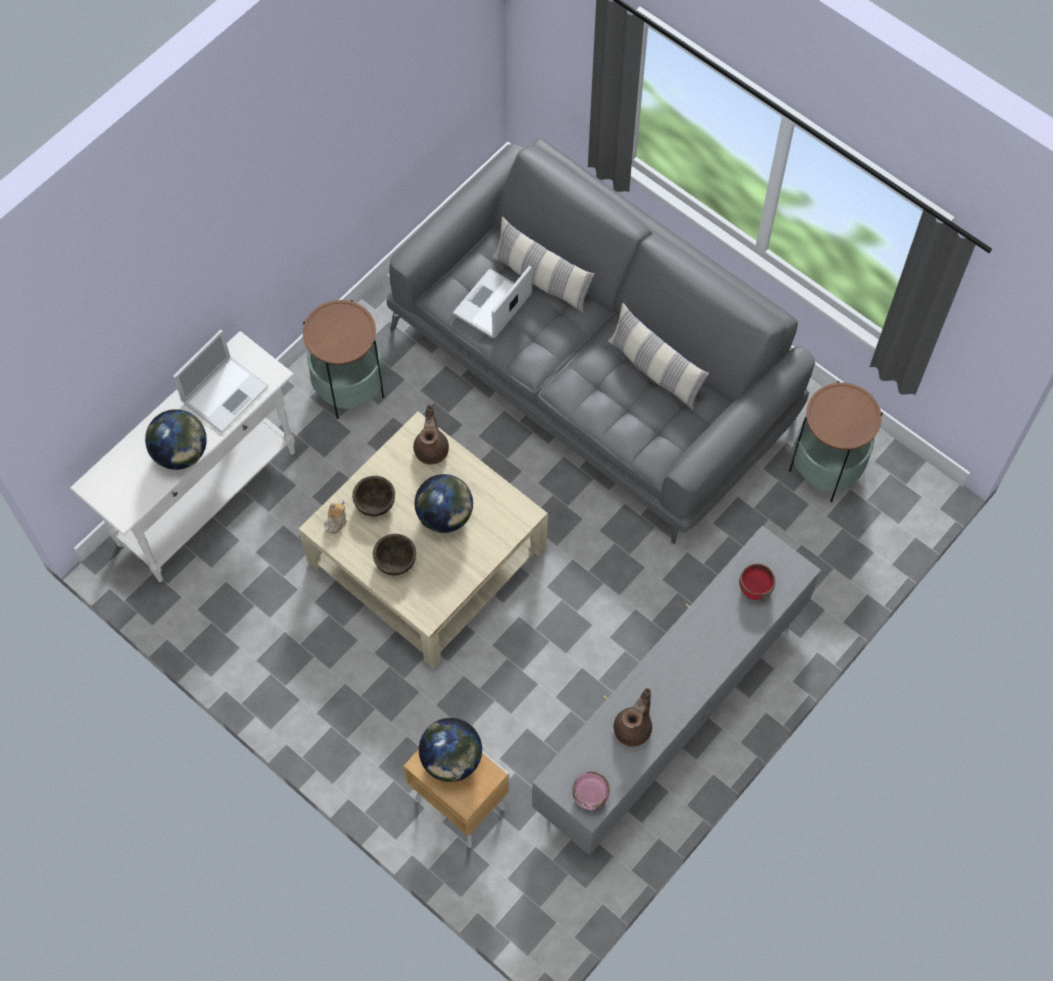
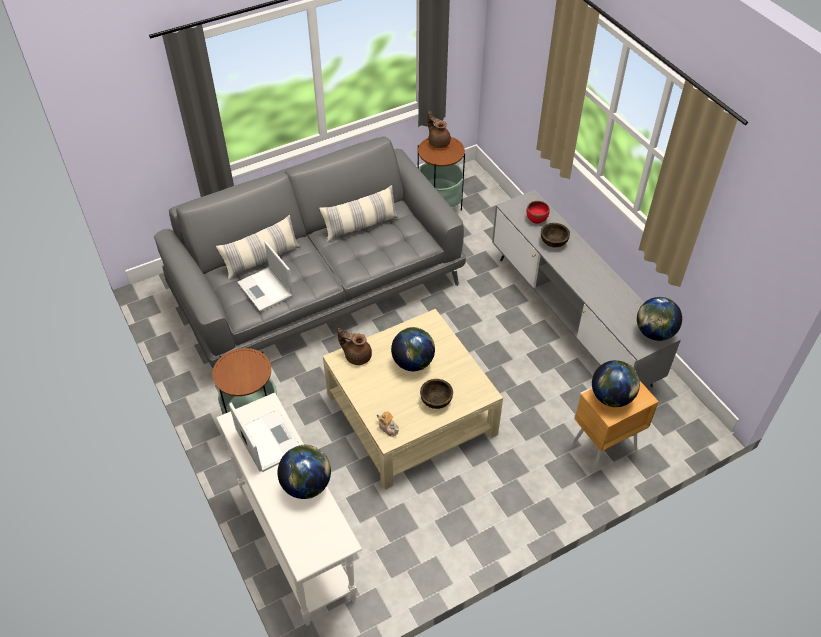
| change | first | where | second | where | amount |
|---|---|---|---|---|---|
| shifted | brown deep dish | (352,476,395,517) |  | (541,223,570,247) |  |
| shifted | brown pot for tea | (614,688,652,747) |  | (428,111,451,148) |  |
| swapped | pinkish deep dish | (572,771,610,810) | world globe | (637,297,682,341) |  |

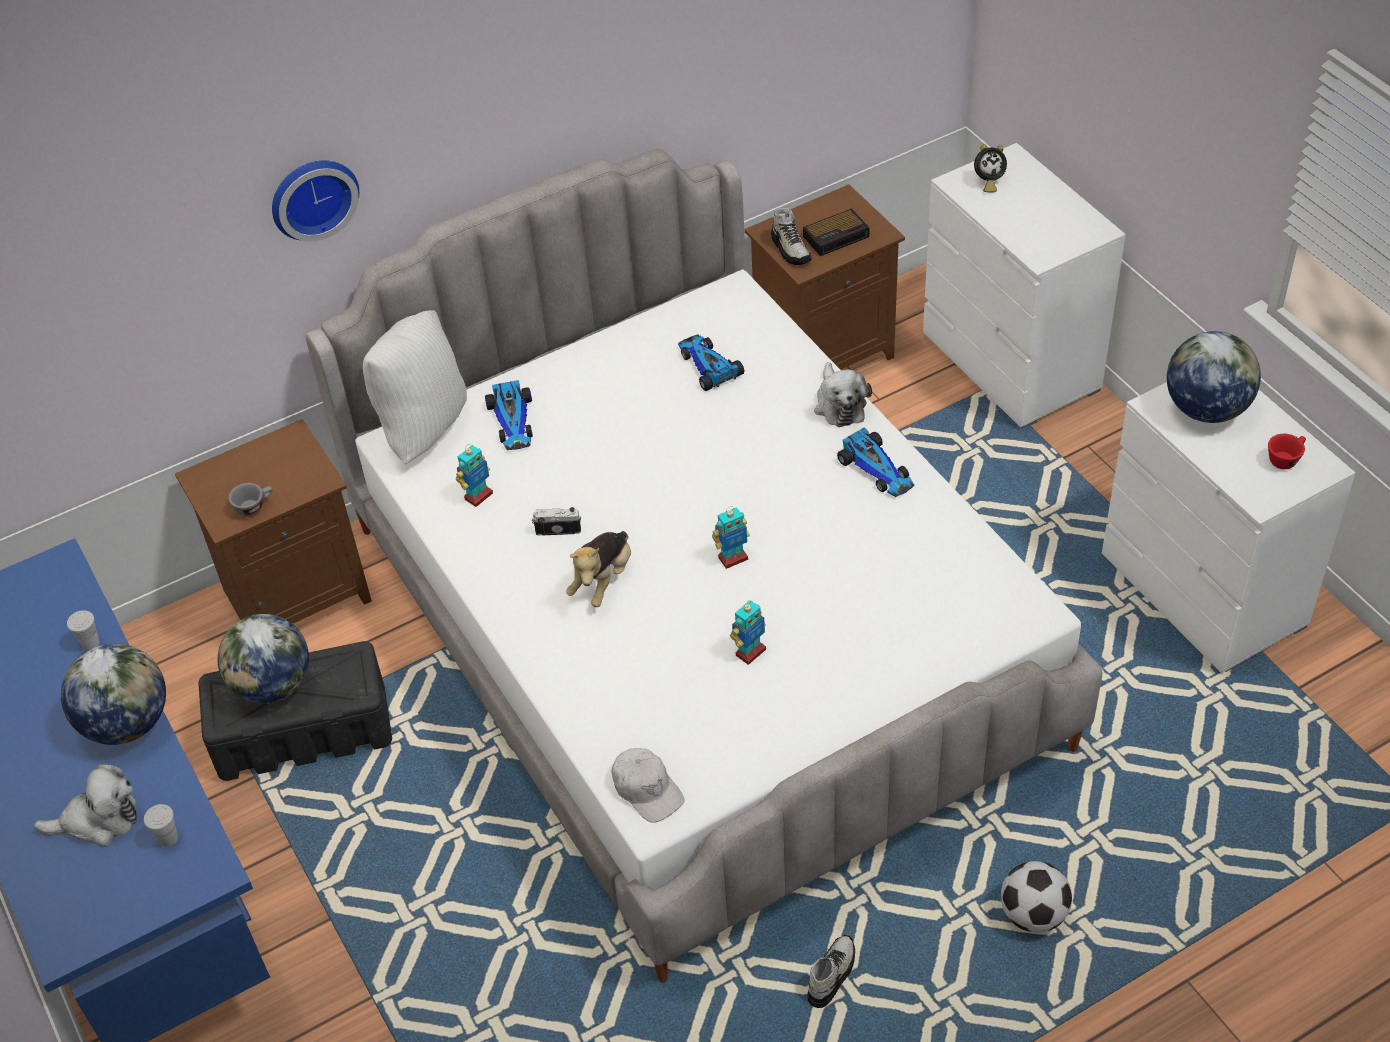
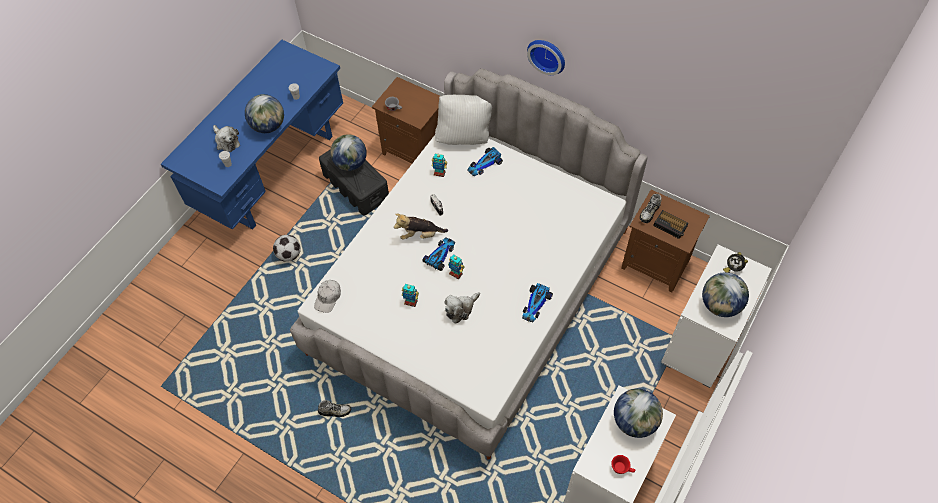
| change | first | where | second | where | amount |
|---|---|---|---|---|---|
| new |  |  | world globe | (702,272,749,317) |  |
| shifted | wall clock | (272,160,359,241) |  | (527,40,565,75) |  |
| shifted | toy car | (678,334,745,391) |  | (422,238,455,271) |  |
| shifted | cuddly toy | (814,362,872,427) |  | (444,292,480,324) |  |
| shifted | football | (1001,861,1072,933) |  | (273,235,301,262) |  |

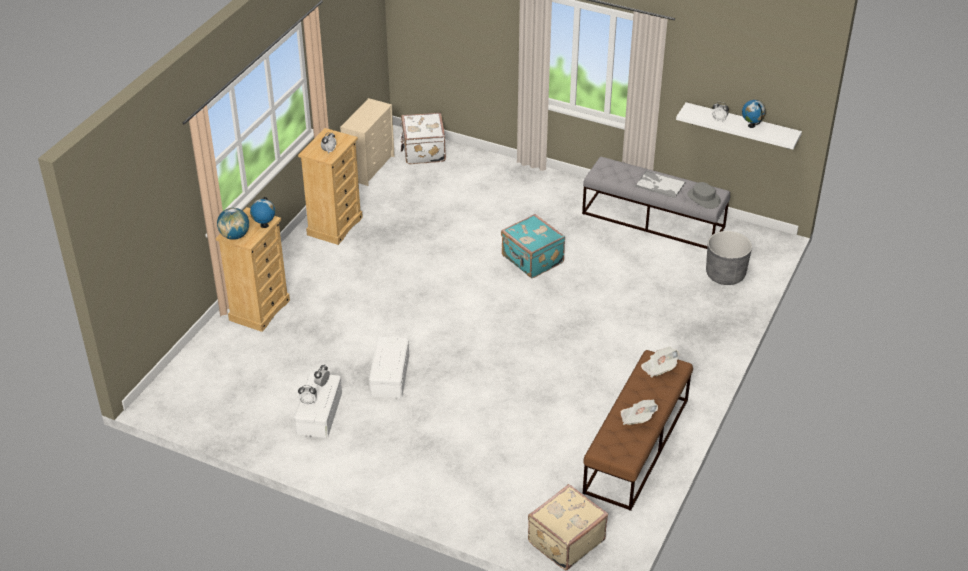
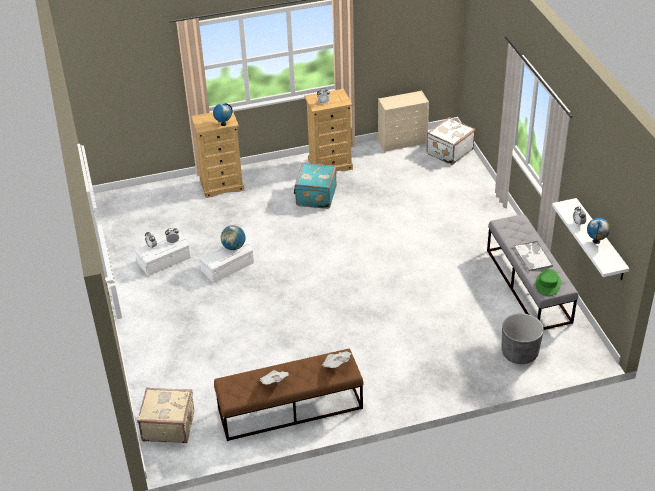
| change | first | where | second | where | amount |
|---|---|---|---|---|---|
| shifted | world globe | (217,208,249,240) |  | (221,225,245,250) |  |
| shifted | blue-green piece of luggage | (501,214,565,278) |  | (294,163,337,209) |  |
| repainted | grey hat | (687,182,721,209) | green-coloured hat | (536,269,561,296) |  |

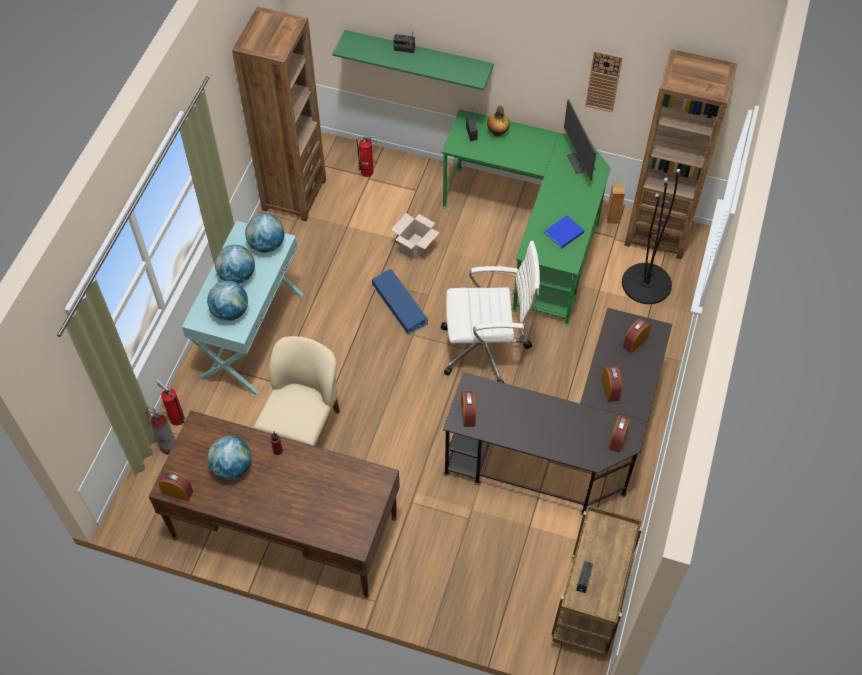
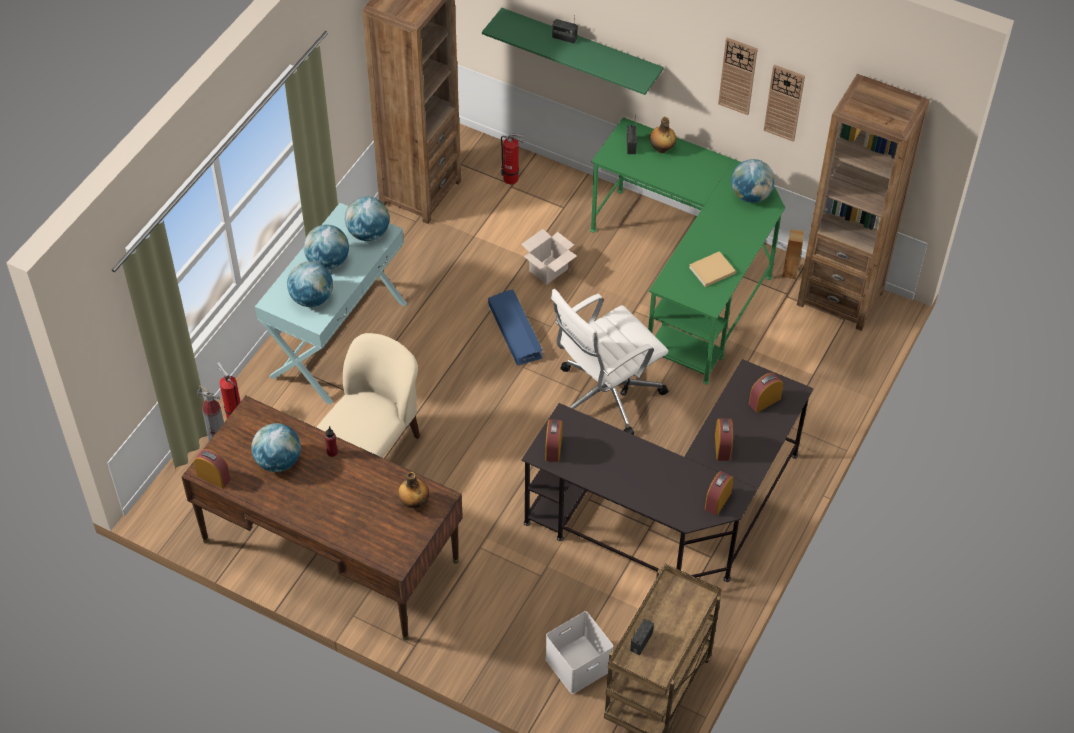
| change | first | where | second | where | amount |
|---|---|---|---|---|---|
| gone | black-coloured standing lamp | (622,169,681,304) |  |  |  |
| new |  |  | bottle | (398,472,429,509) |  |
| new |  |  | whitish storage container | (545,611,613,694) |  |
| new |  |  | wall clock | (718,38,758,115) |  |
| swapped | computer screen | (564,100,596,181) | world globe | (731,159,775,203) |  |
| repainted | blue-coloured bound book | (545,215,584,248) | beige-coloured bound book | (689,251,736,287) |  |
| rotated | whitish computer chair | (441,241,540,383) |  | (551,289,668,435) | 135 degrees clockwise |

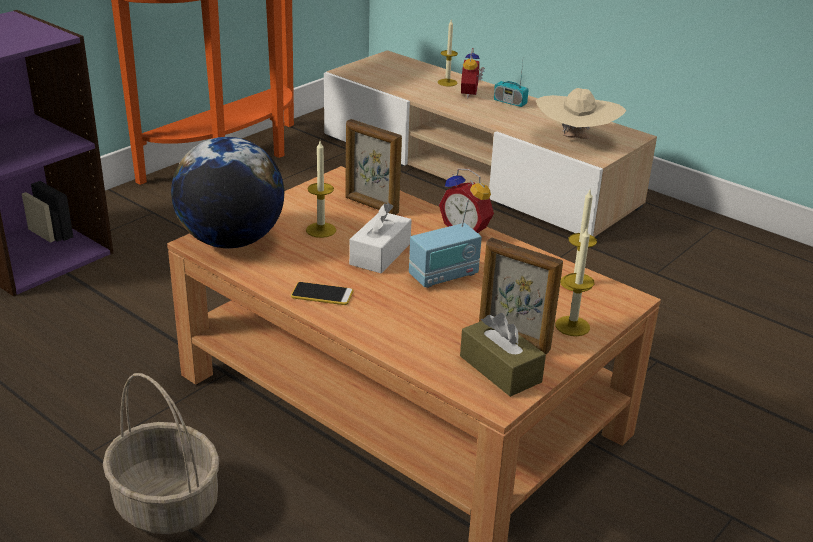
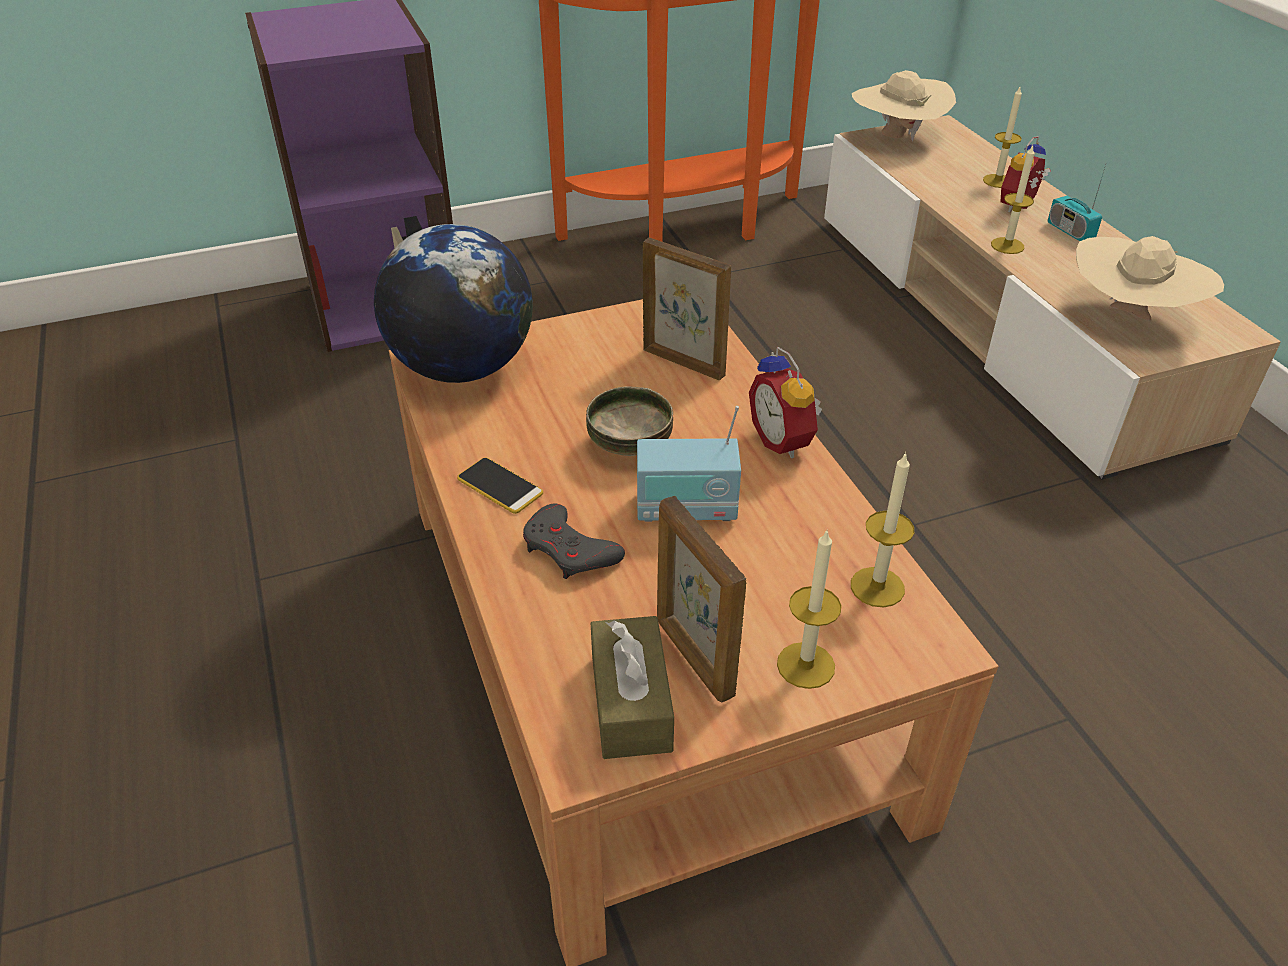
| change | first | where | second | where | amount |
|---|---|---|---|---|---|
| gone | storage basket | (103,373,219,534) |  |  |  |
| new |  |  | grey gamepad | (523,503,625,579) |  |
| new |  |  | beige-coloured hat | (852,70,956,142) |  |
| shifted | candle | (306,141,336,238) |  | (991,145,1035,254) |  |
| swapped | whitish box of tissues | (349,203,411,273) | deep dish | (586,387,673,456) |  |
| rotated | picture frame | (345,119,402,215) |  | (643,237,731,381) | 150 degrees clockwise |

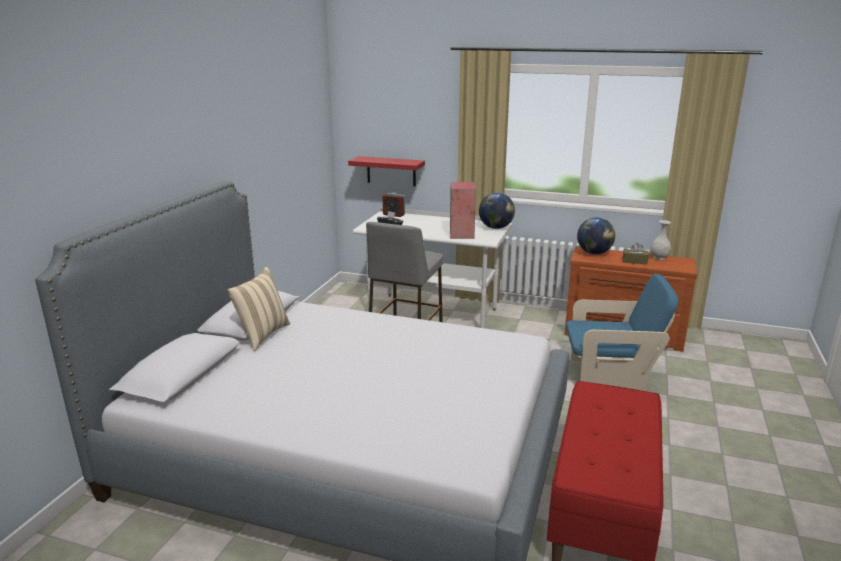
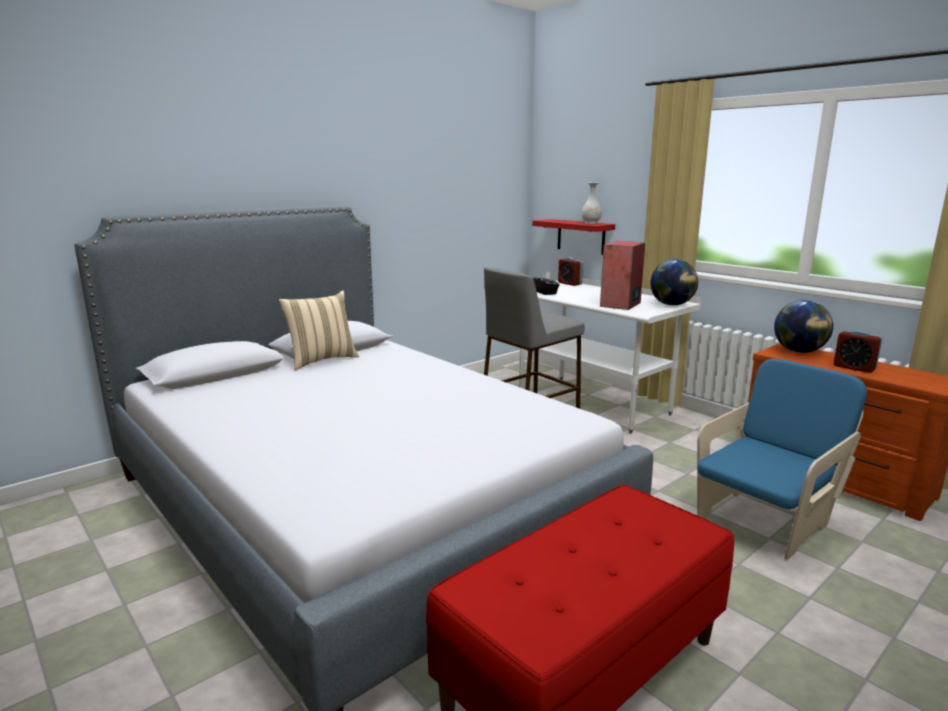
| change | first | where | second | where | amount |
|---|---|---|---|---|---|
| shifted | whitish flower vase | (651,220,671,260) |  | (581,182,602,224) |  |
| swapped | brown box of tissues | (623,243,649,264) | alarm clock | (834,330,882,373) |  |
| rotated | blue-coloured armchair | (566,274,679,391) |  | (697,359,867,560) | 75 degrees counterclockwise |

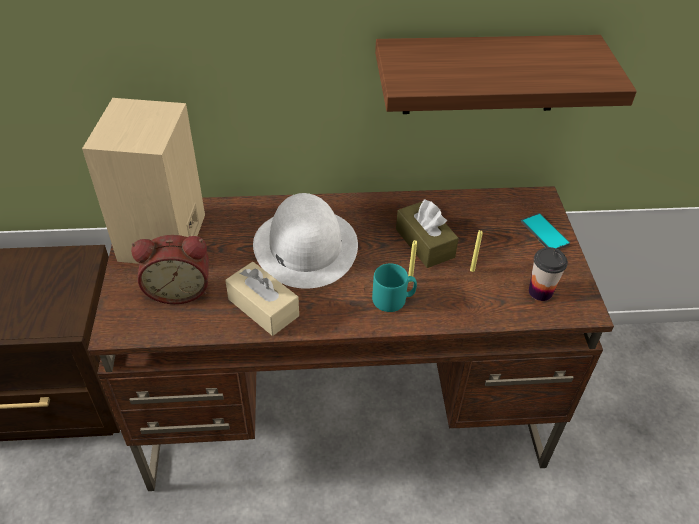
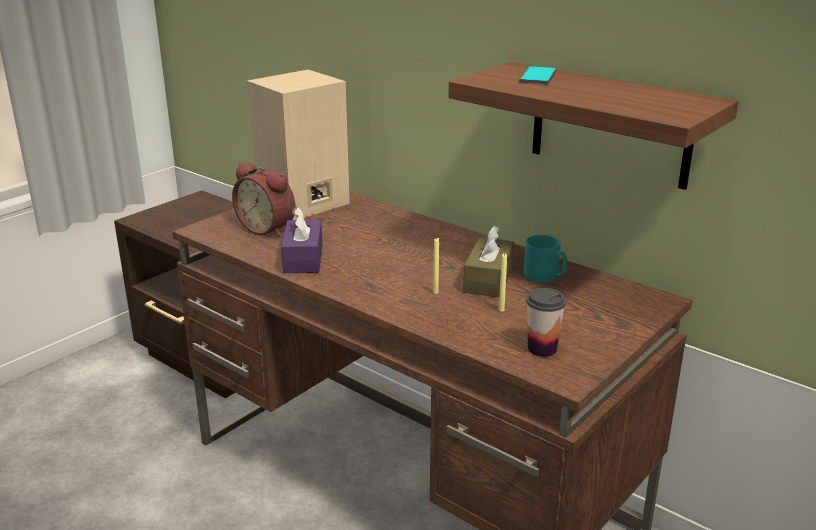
| change | first | where | second | where | amount |
|---|---|---|---|---|---|
| gone | whitish hat | (253,193,358,288) |  |  |  |
| shifted | blue-green tea mug | (372,263,417,312) |  | (524,235,567,282) |  |
| shifted | handset | (521,213,570,250) |  | (519,66,557,84) |  |
| repainted | beige-coloured box of tissues | (225,262,299,336) | purplish box of tissues | (281,206,323,273) |  |

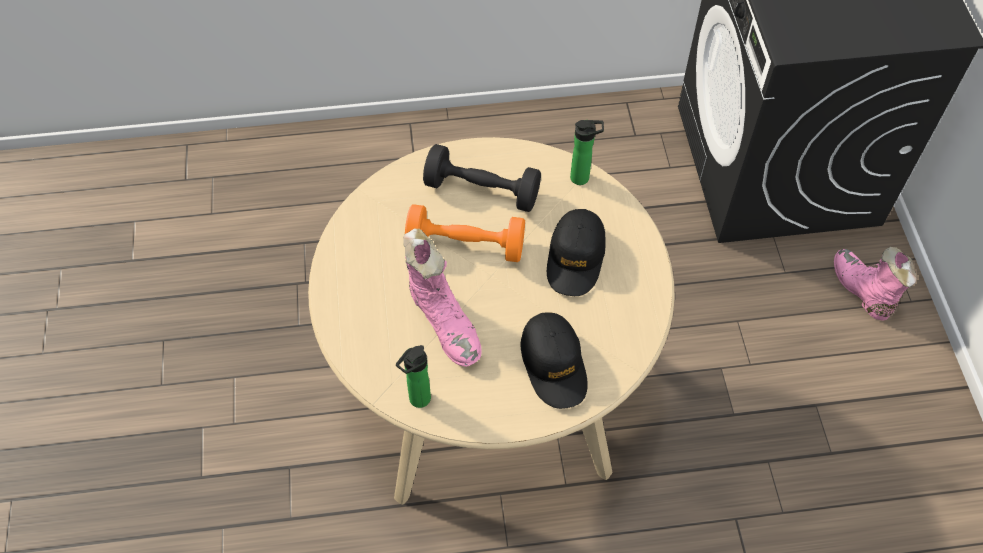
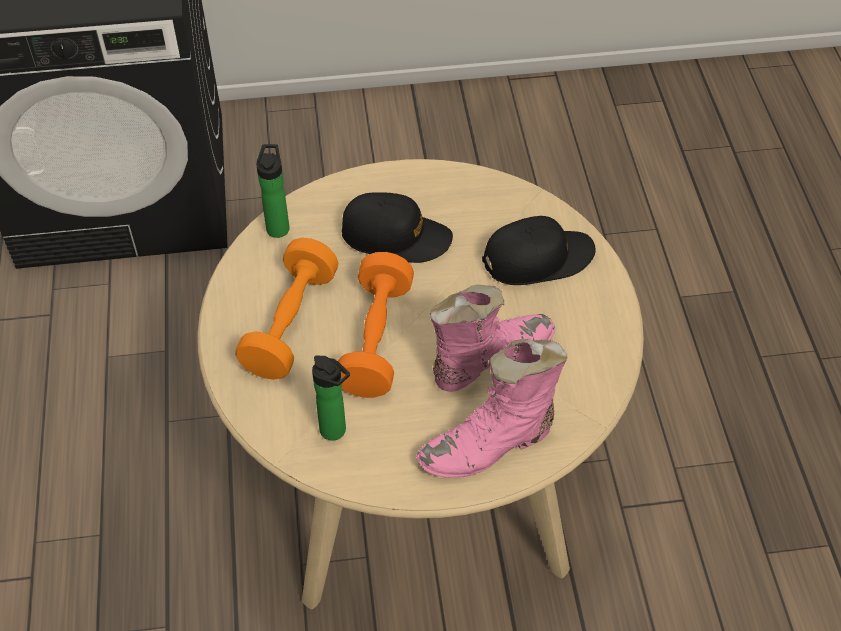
| change | first | where | second | where | amount |
|---|---|---|---|---|---|
| shifted | bottle | (396,345,431,408) |  | (312,355,350,441) |  |
| shifted | pinkish boot | (834,247,917,320) |  | (416,339,567,478) |  |
| repainted | black-coloured free weight | (423,144,541,212) | orangey free weight | (235,238,338,380) |  |

